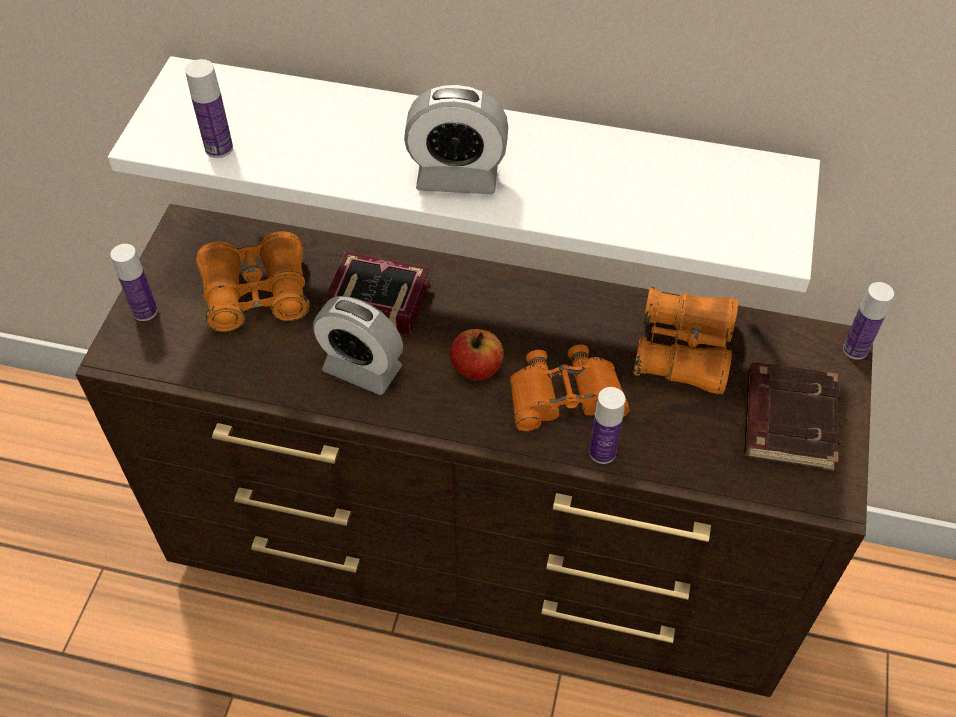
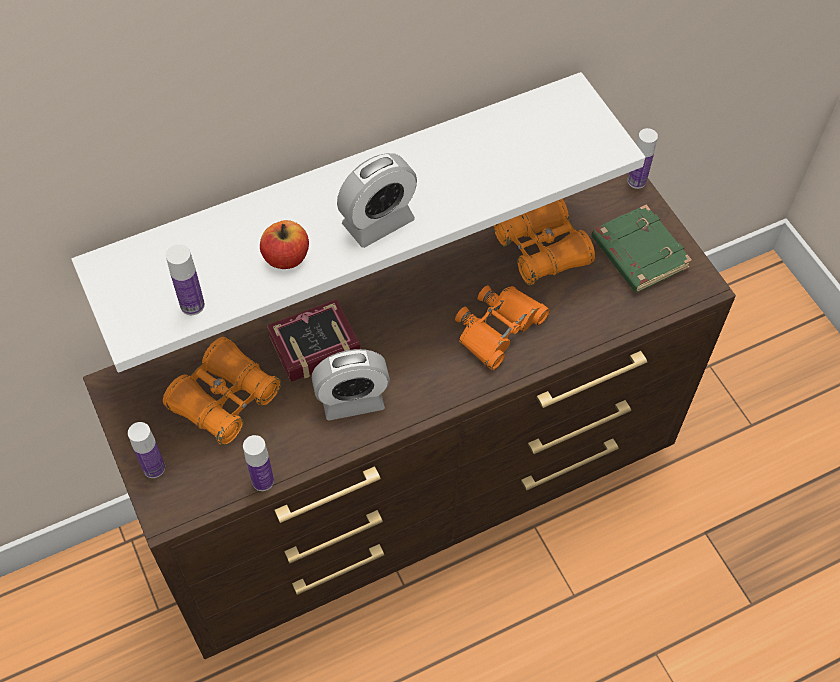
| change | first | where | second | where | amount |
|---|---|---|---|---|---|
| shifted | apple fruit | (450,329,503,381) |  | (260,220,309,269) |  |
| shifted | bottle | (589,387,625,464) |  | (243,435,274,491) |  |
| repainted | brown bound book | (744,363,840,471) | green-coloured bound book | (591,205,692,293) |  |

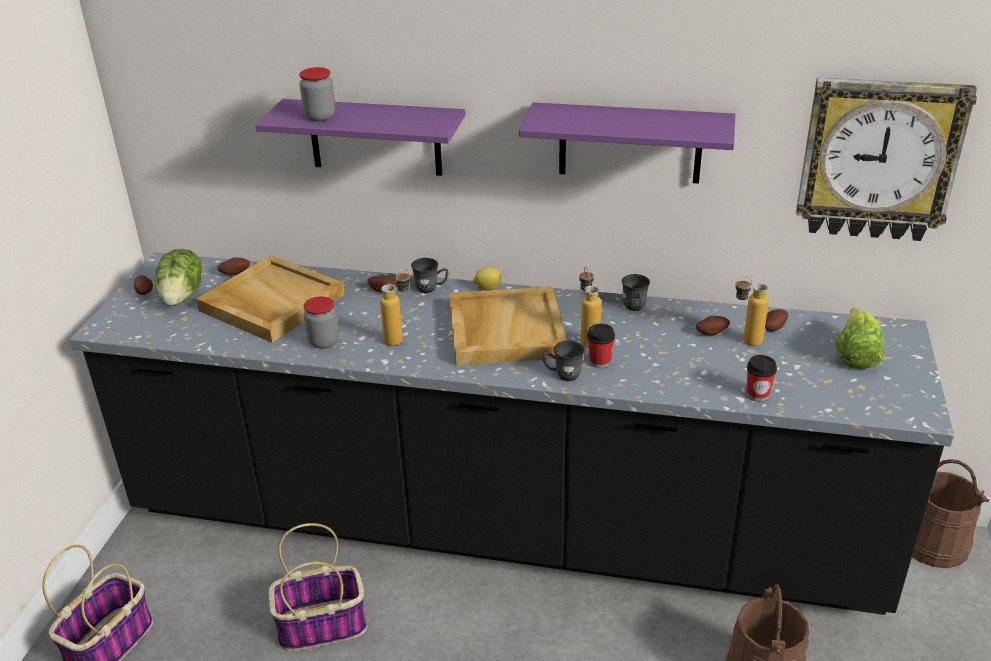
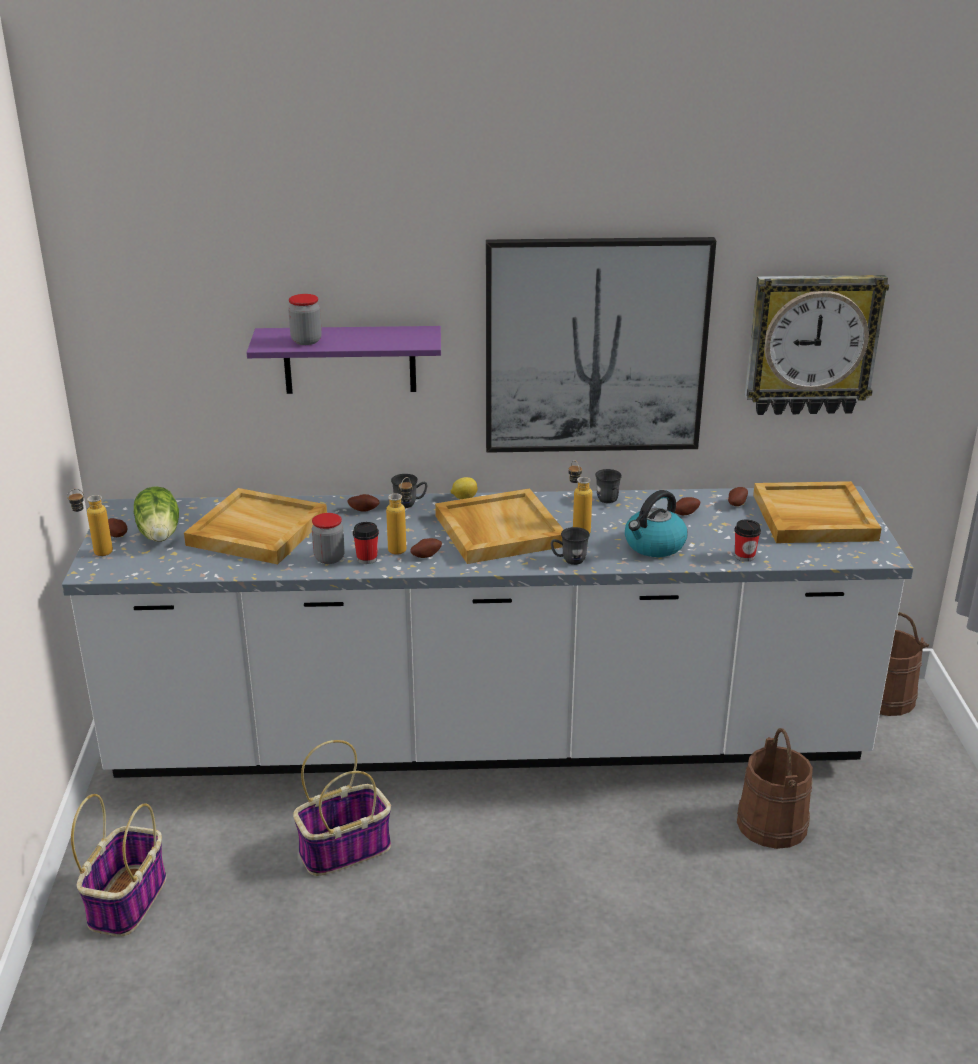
| change | first | where | second | where | amount |
|---|---|---|---|---|---|
| new |  |  | kettle | (625,490,687,557) |  |
| shifted | whole potato | (217,258,250,275) |  | (410,538,442,558) |  |
| shifted | drinking cup | (587,324,615,368) |  | (353,522,379,564) |  |
| shifted | bottle | (735,276,769,346) |  | (67,489,113,556) |  |
| swapped | purplish bracket shelf | (519,102,736,184) | wall picture | (486,237,717,453) |  |
| swapped | lettuce | (835,308,885,369) | beige-coloured serving tray | (753,481,882,543) |  |
| repainted | black-coloured kitchen counter | (69,252,954,615) | whitish kitchen counter | (62,486,914,778) |  |

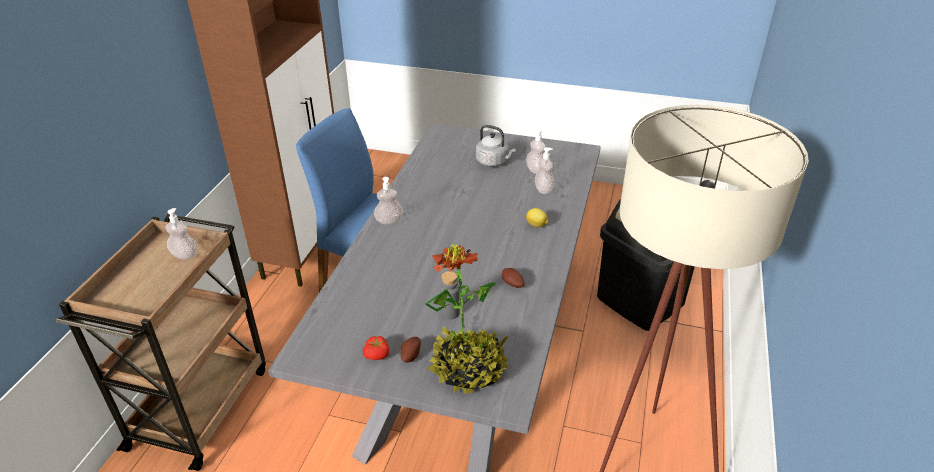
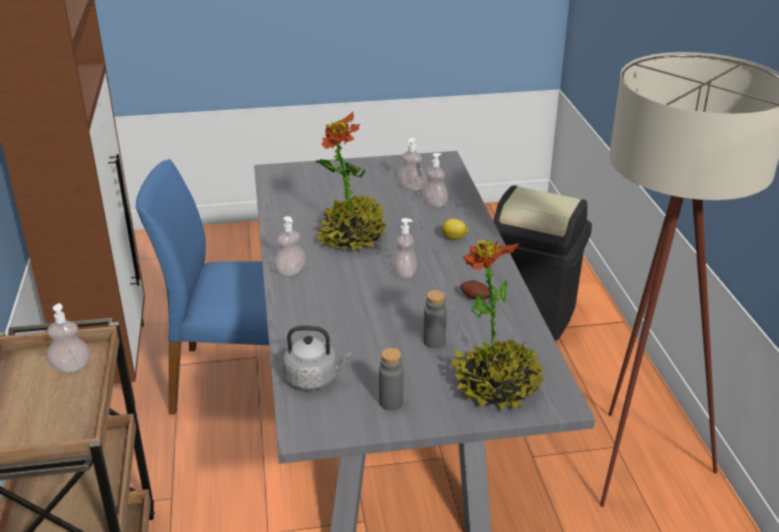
| change | first | where | second | where | amount |
|---|---|---|---|---|---|
| gone | whole potato | (401,337,421,363) |  |  |  |
| new |  |  | potted plant | (315,112,387,251) |  |
| new |  |  | soap dispenser | (392,218,417,279) |  |
| shifted | grey kettle | (476,125,516,167) |  | (283,326,352,390) |  |
| swapped | fresh tomato | (363,336,389,360) | grey bottle | (379,348,404,410) |  |

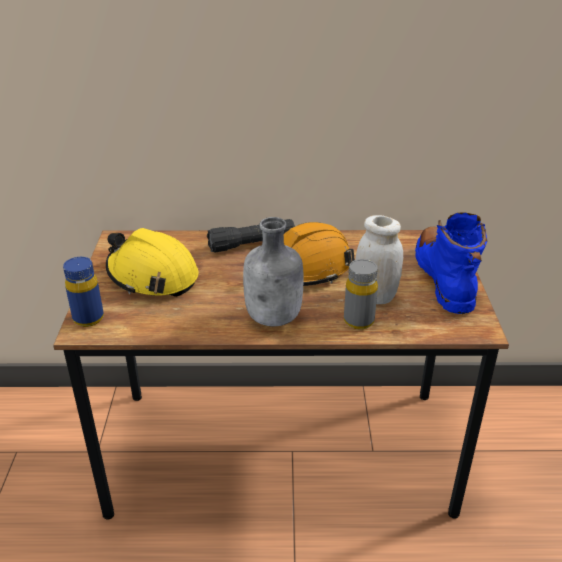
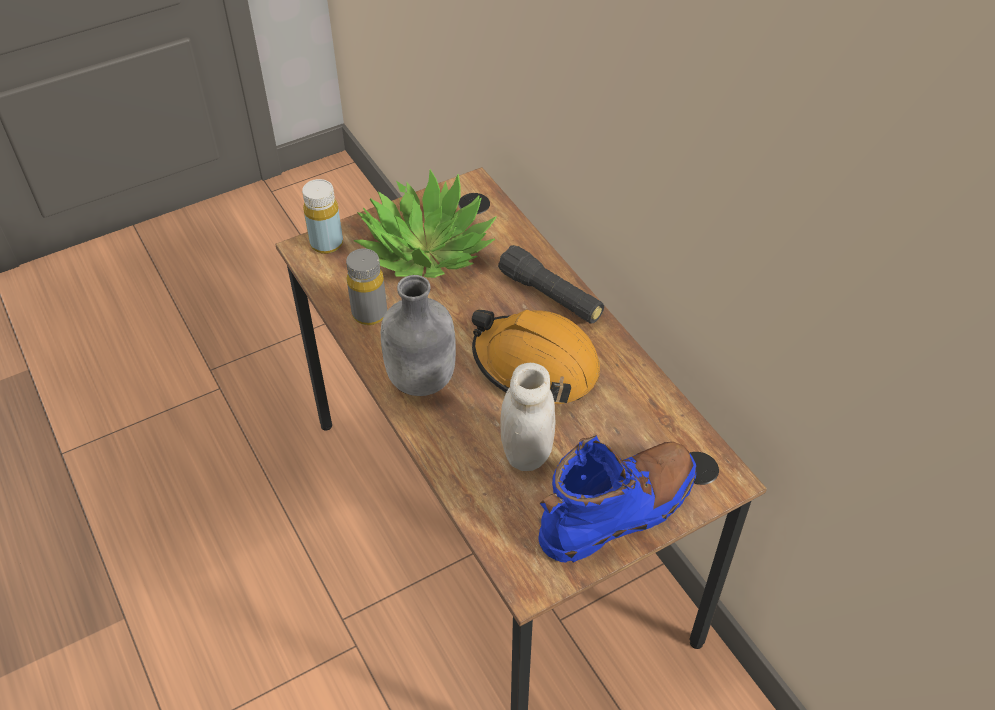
| change | first | where | second | where | amount |
|---|---|---|---|---|---|
| shifted | grey bottle | (344,259,378,330) |  | (346,248,387,325) |  |
| swapped | yellow-coloured work helmet | (106,228,199,297) | potted plant | (354,169,497,278) |  |
| repainted | blue-coloured bottle | (63,257,104,327) | yellow-coloured bottle | (302,179,343,254) |  |

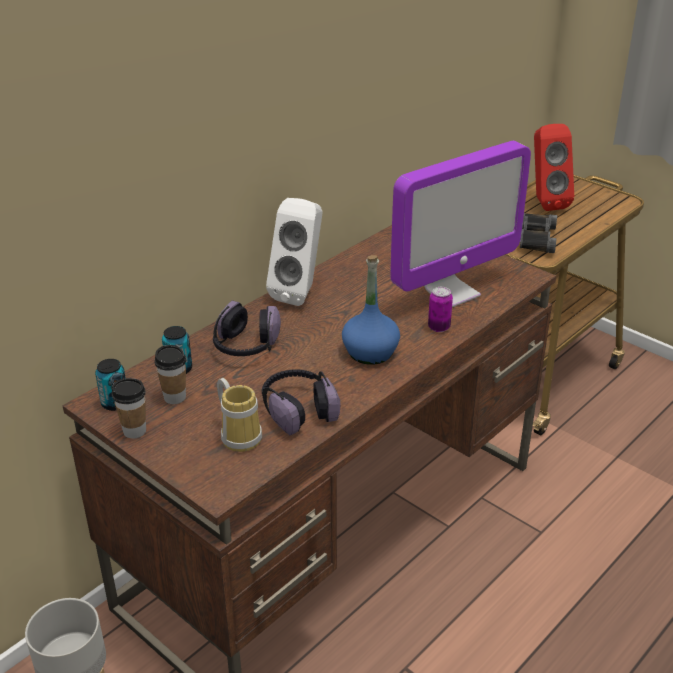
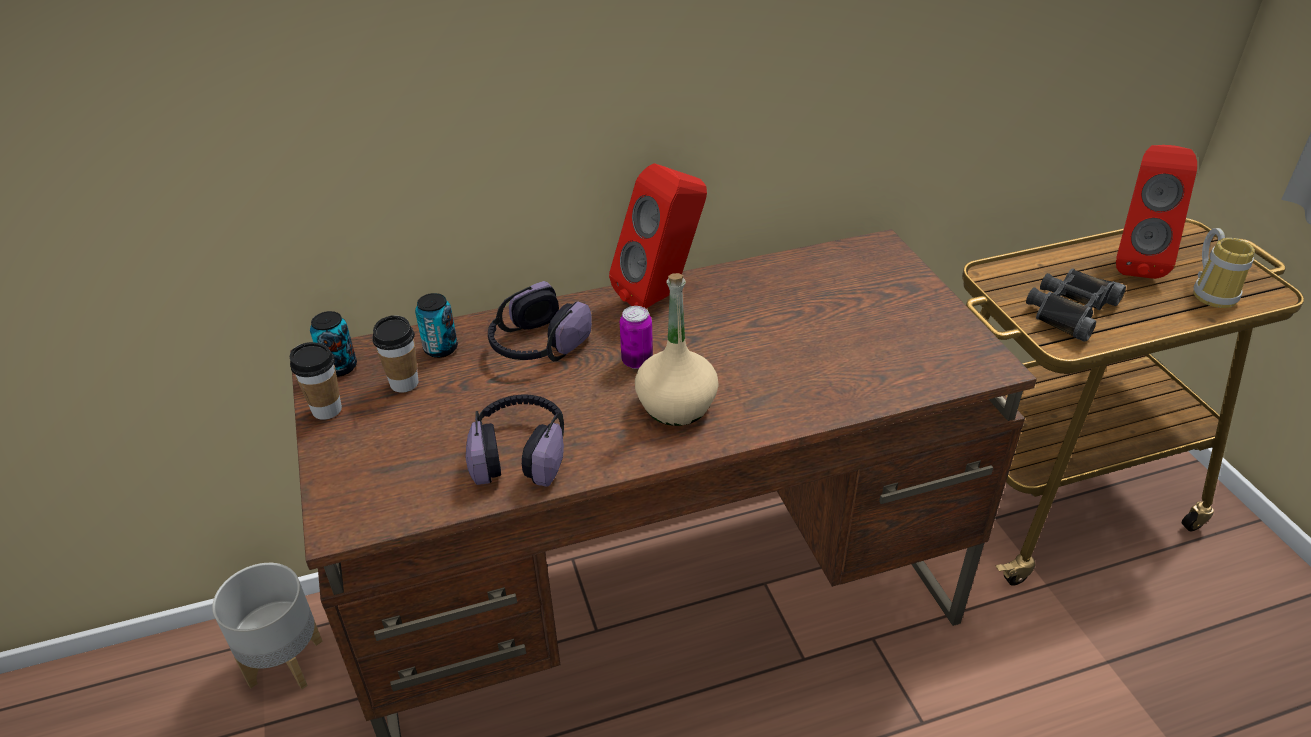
| change | first | where | second | where | amount |
|---|---|---|---|---|---|
| gone | computer screen | (390,141,531,307) |  |  |  |
| shifted | tea mug | (217,378,262,452) |  | (1194,228,1255,308) |  |
| shifted | sealed can | (428,287,453,332) |  | (620,306,653,369) |  |
| repainted | whitish loudspeaker | (266,198,322,306) | red-coloured loudspeaker | (609,163,707,308) |  |
| repainted | blue-coloured bottle | (342,255,400,365) | beige-coloured bottle | (635,273,719,426) |  |

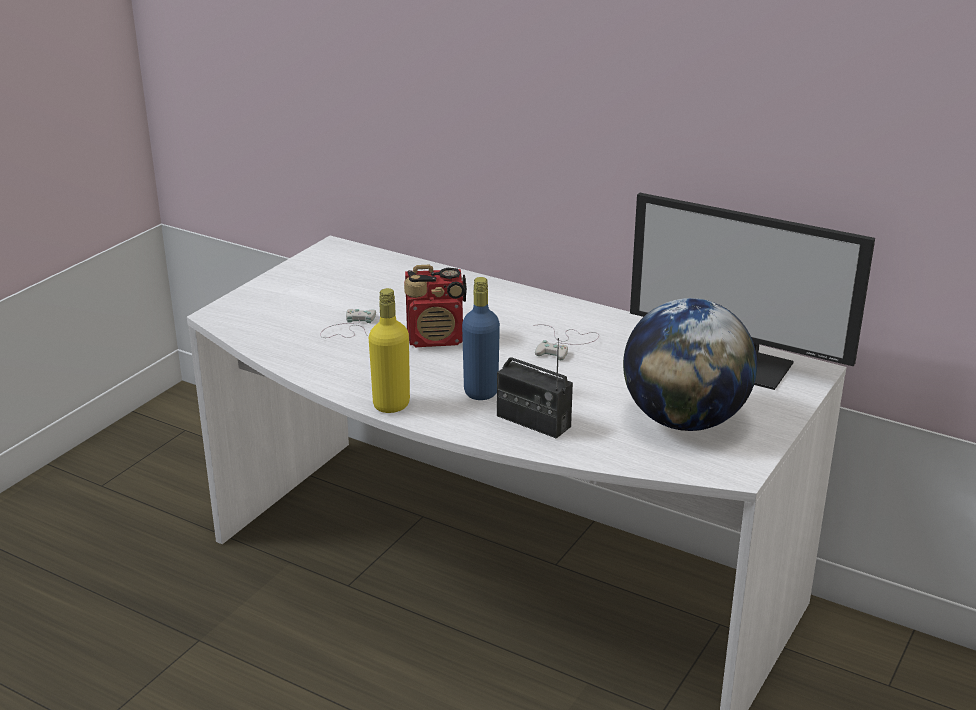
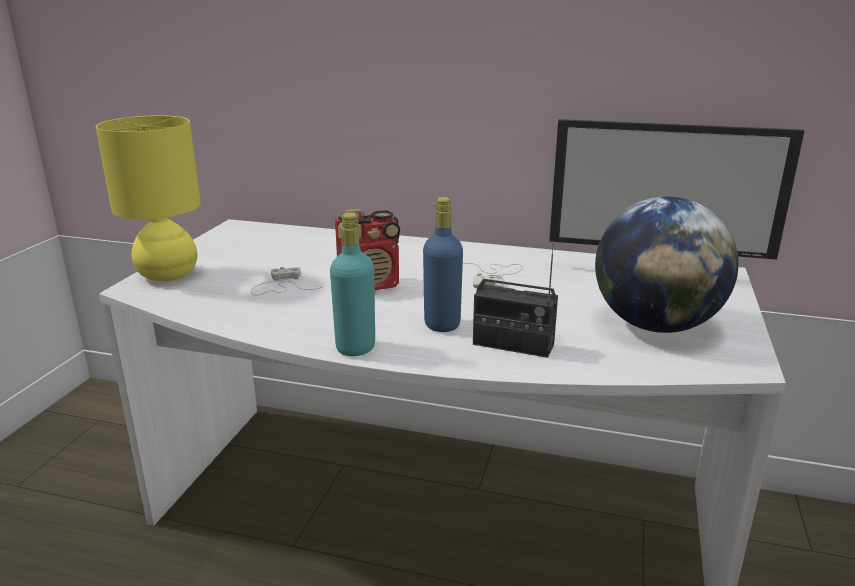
| change | first | where | second | where | amount |
|---|---|---|---|---|---|
| new |  |  | yellow-coloured tabletop lamp | (96,115,201,281) |  |
| repainted | yellow-coloured bottle | (369,288,410,413) | blue-green bottle | (330,213,375,356) |  |

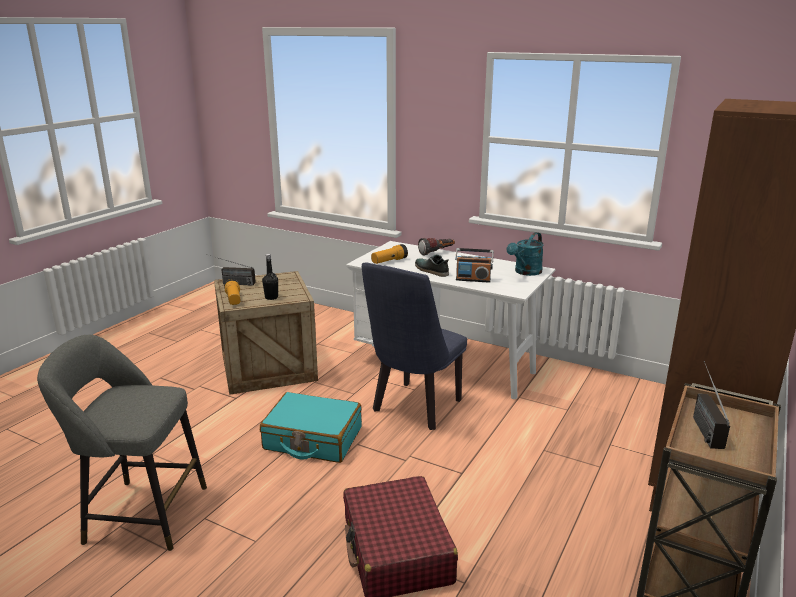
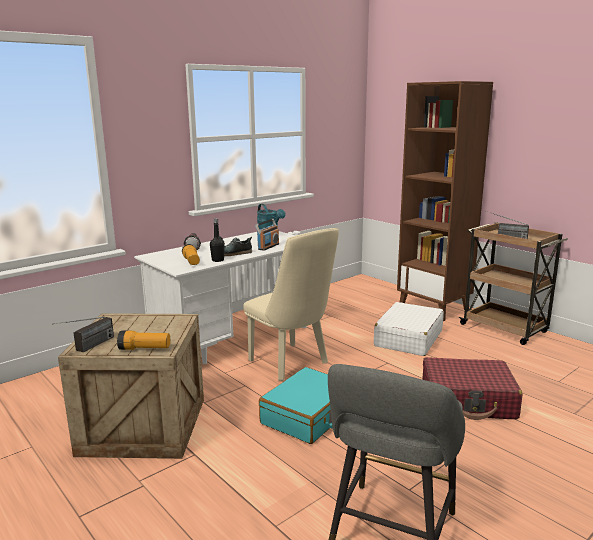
| change | first | where | second | where | amount |
|---|---|---|---|---|---|
| new |  |  | whitish piece of luggage | (374,302,444,356) |  |
| shifted | black-coloured bottle | (262,254,278,300) |  | (210,218,225,262) |  |
| repainted | blue-coloured upright chair | (362,262,467,430) | beige-coloured upright chair | (243,228,339,381) |  |

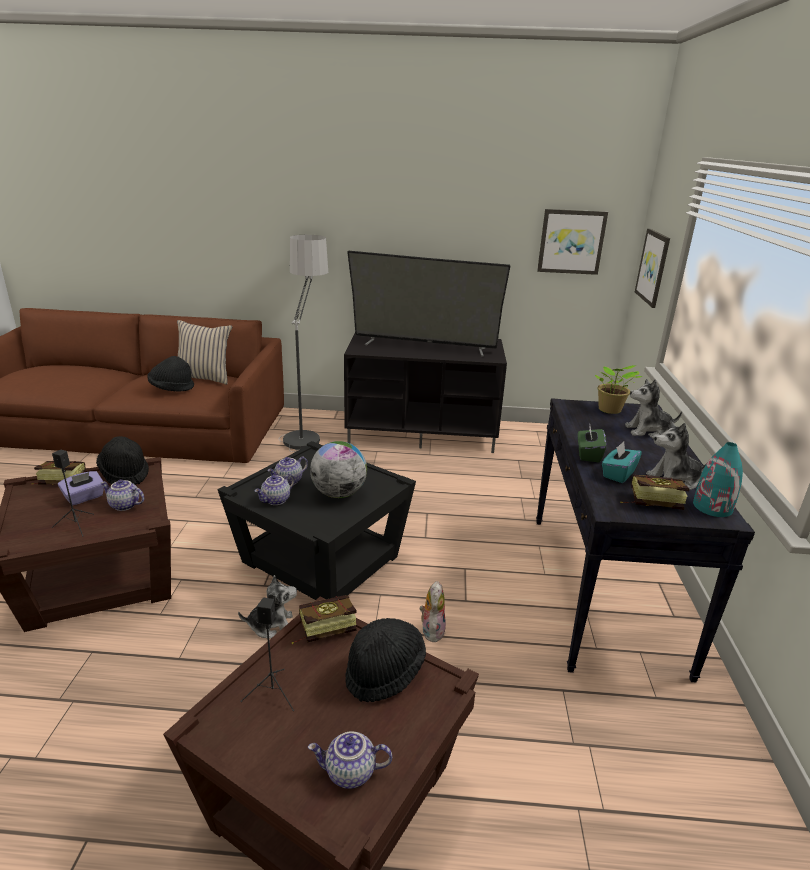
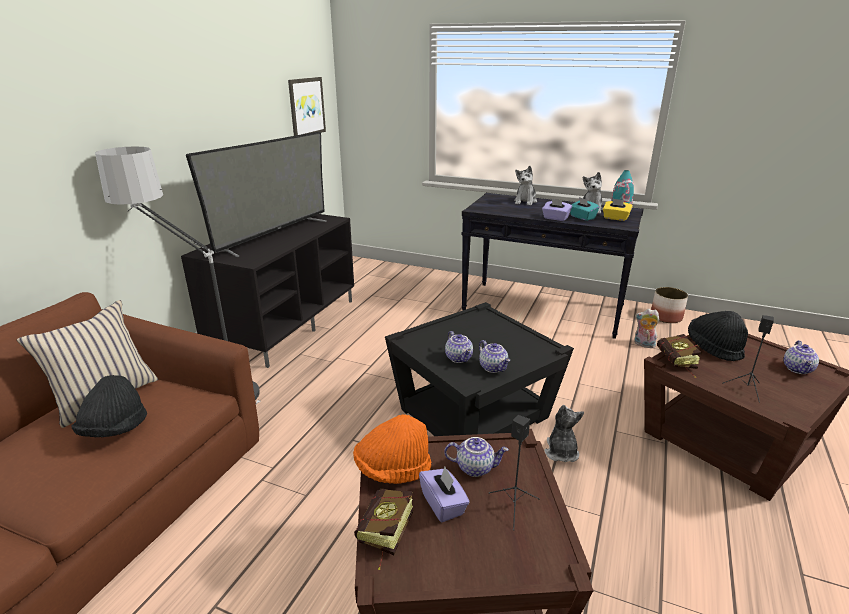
| change | first | where | second | where | amount |
|---|---|---|---|---|---|
| gone | world globe | (310,441,367,498) |  |  |  |
| gone | potted plant | (595,365,642,414) |  |  |  |
| gone | wall picture | (635,228,670,308) |  |  |  |
| new |  |  | planter | (651,287,688,323) |  |
| shifted | cuddly toy | (420,581,446,642) |  | (634,309,660,348) |  |
| swapped | bound book | (620,475,690,510) | yellow-coloured box of tissues | (603,199,633,221) |  |
| repainted | black-coloured hat | (96,436,149,485) | orangey hat | (353,414,431,484) |  |
| repainted | green-coloured box of tissues | (578,427,606,462) | purplish box of tissues | (542,199,572,221) |  |
| rotated | pot for tea | (100,479,144,511) |  | (444,437,509,477) | 120 degrees counterclockwise |

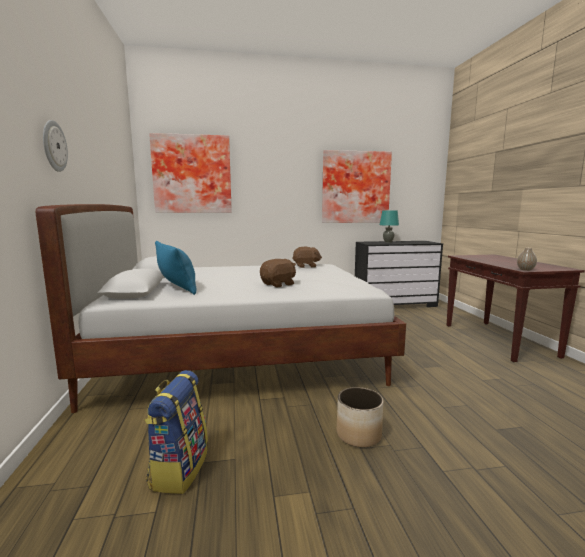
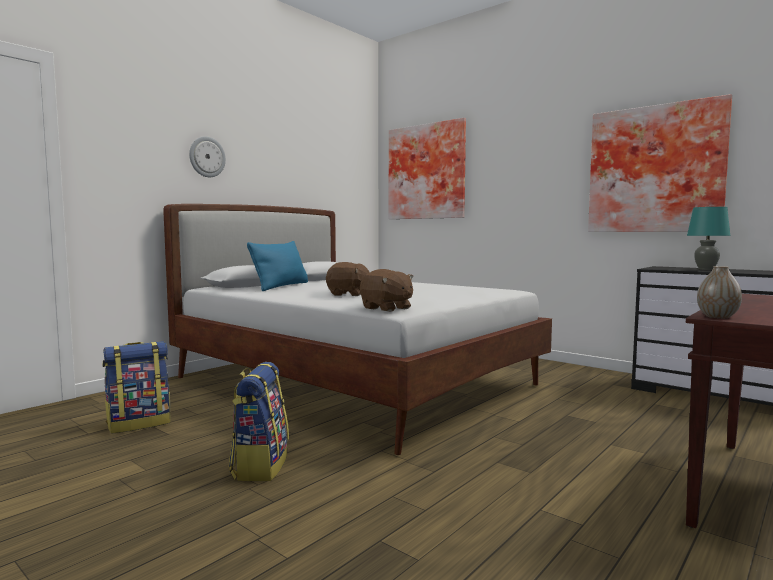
| change | first | where | second | where | amount |
|---|---|---|---|---|---|
| shifted | brown cuddly toy | (292,247,322,268) |  | (360,269,413,312) |  |
| swapped | planter | (337,387,383,448) | knapsack | (228,362,289,481) |  |

